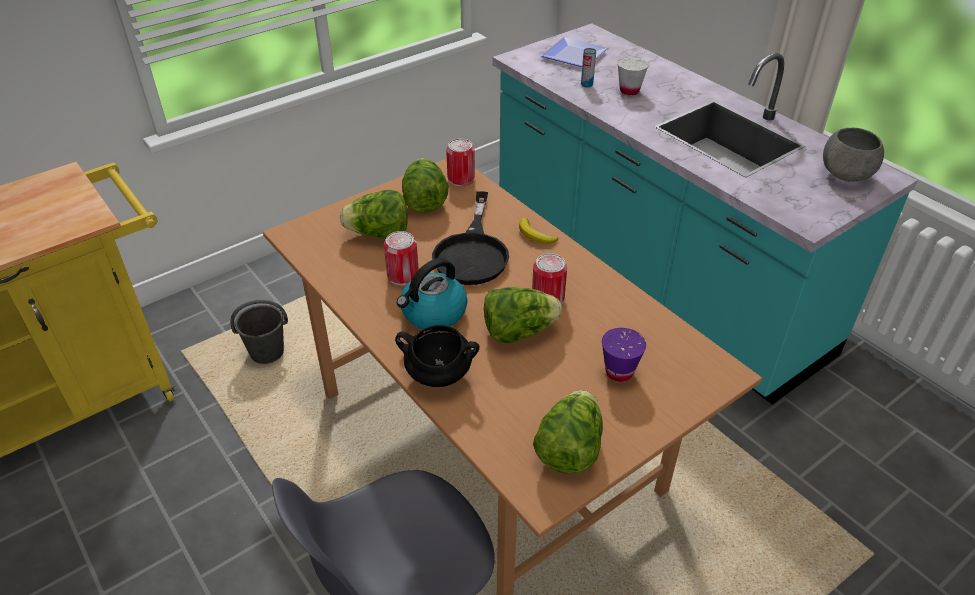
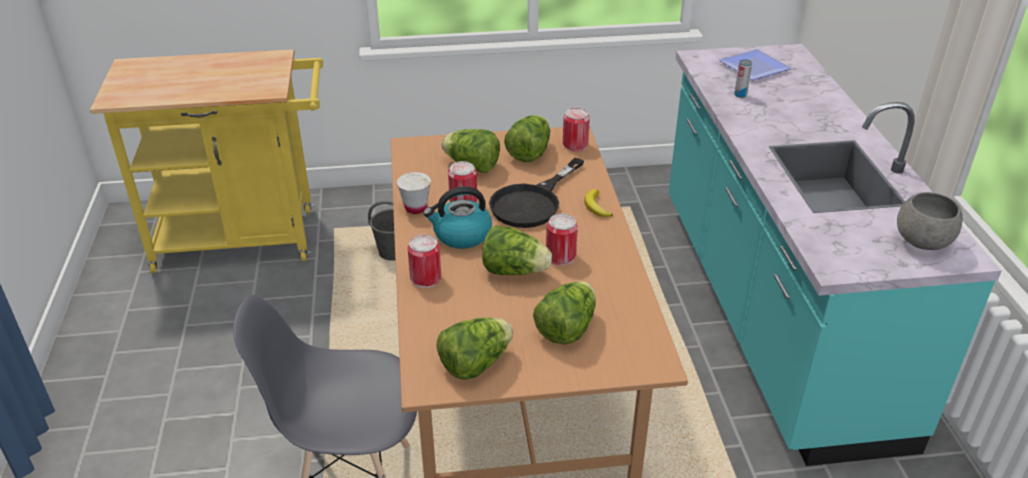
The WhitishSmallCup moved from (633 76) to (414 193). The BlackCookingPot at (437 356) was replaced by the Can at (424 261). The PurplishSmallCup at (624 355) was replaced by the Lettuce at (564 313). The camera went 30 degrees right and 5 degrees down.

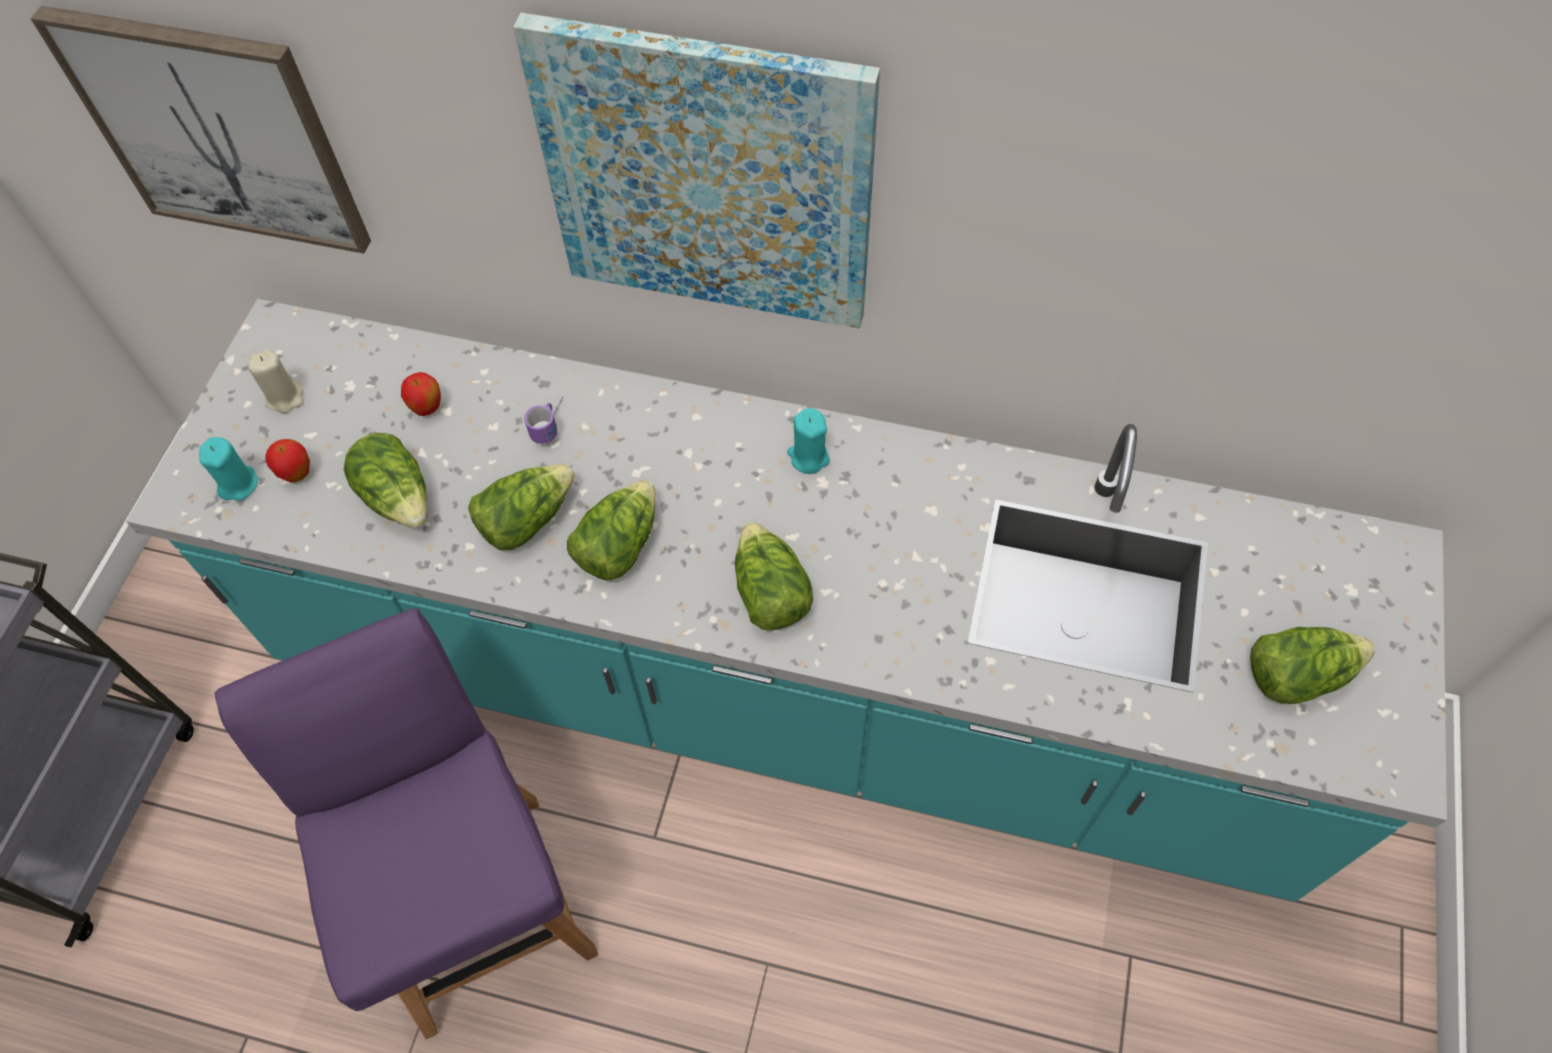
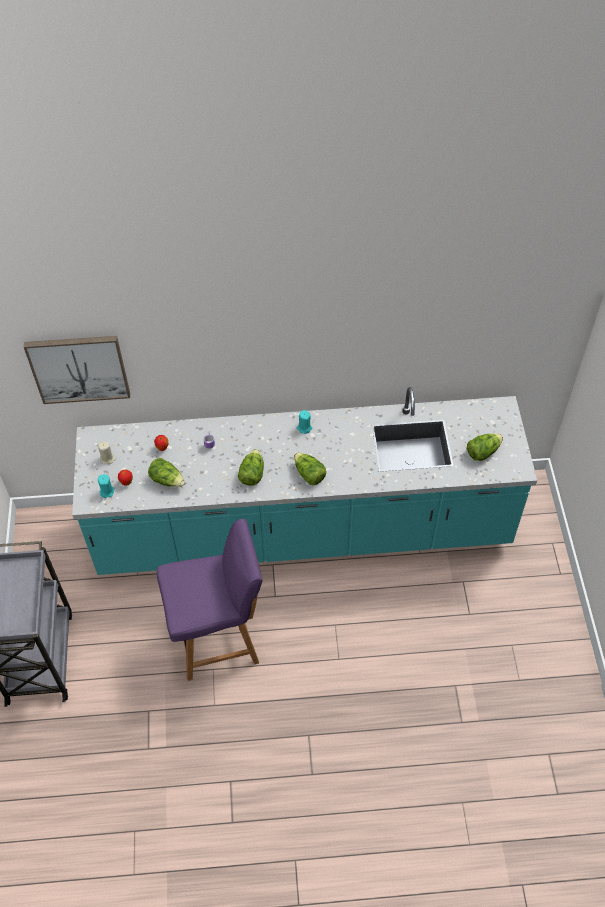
The Lettuce at (521 507) disappeared. The WallPicture at (696 170) disappeared. The PurplishChair at (406 823) turned 120 degrees clockwise. The camera went 20 degrees left and 5 degrees down.

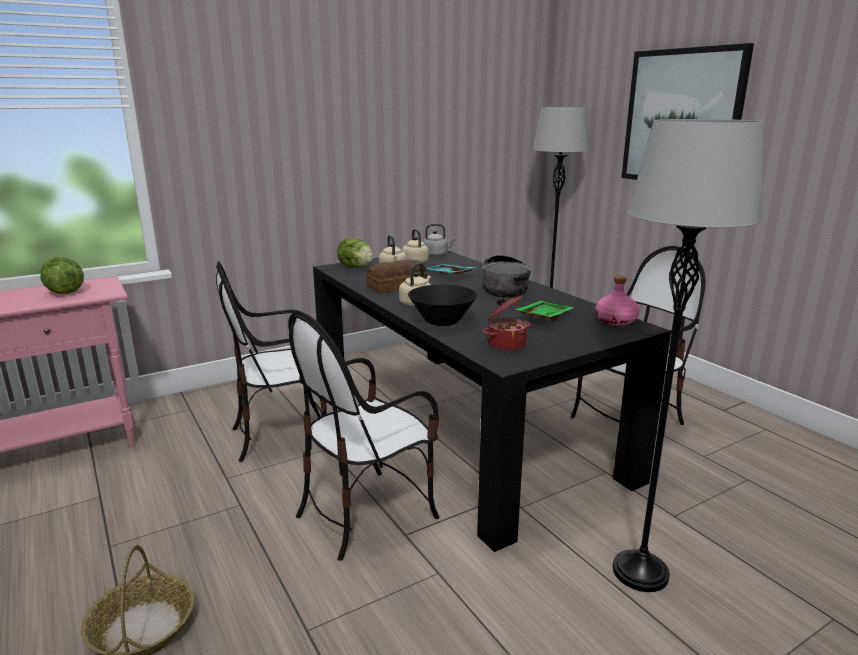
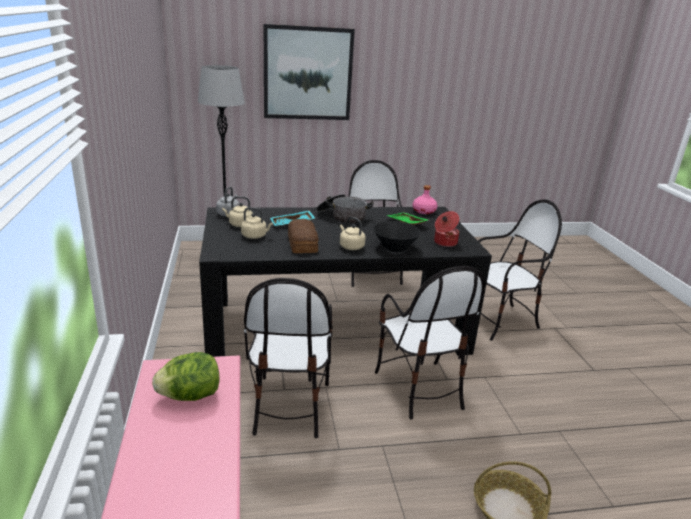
The Lettuce at (355 253) disappeared. The GreyStandingLamp at (688 355) was replaced by the Chair at (520 270). The camera went 70 degrees left and 5 degrees up.

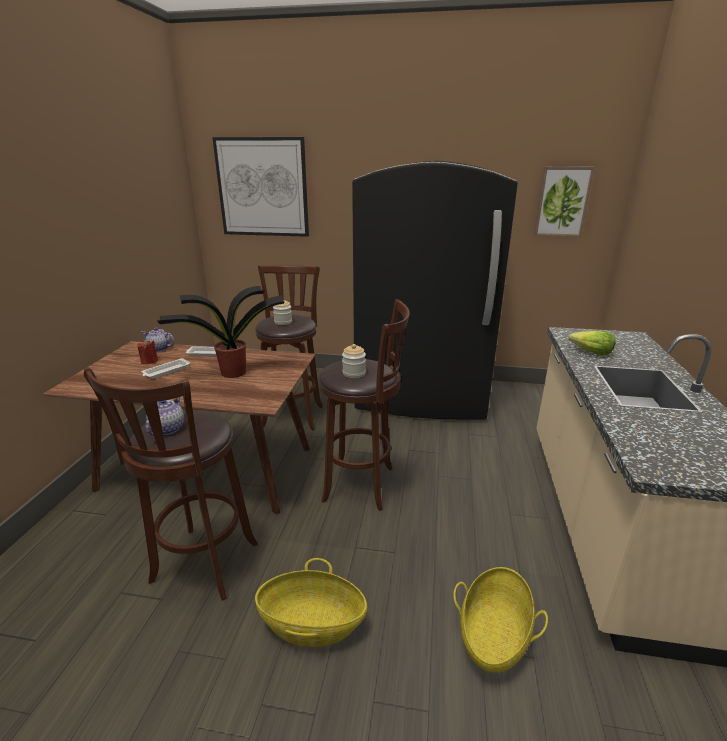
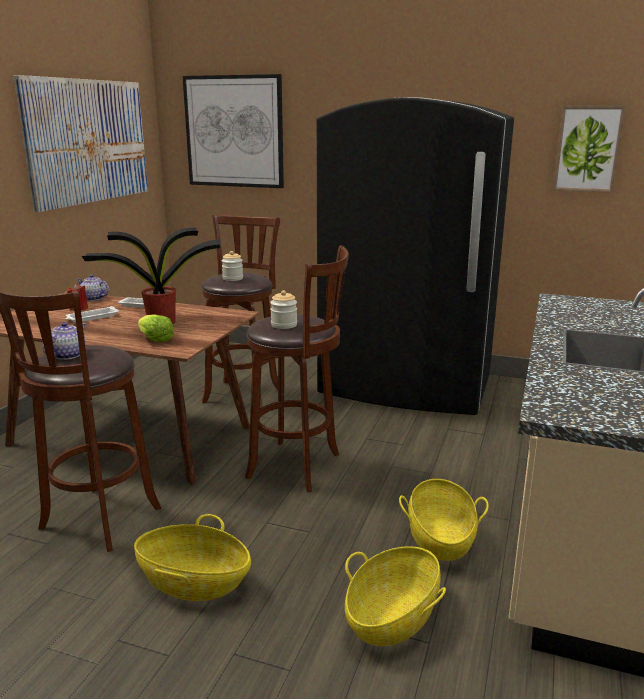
The WallPicture at (80 143) appeared. The StorageBasket at (444 520) appeared. The Lettuce moved from (592 343) to (156 328). The camera went 10 degrees right and 5 degrees down.

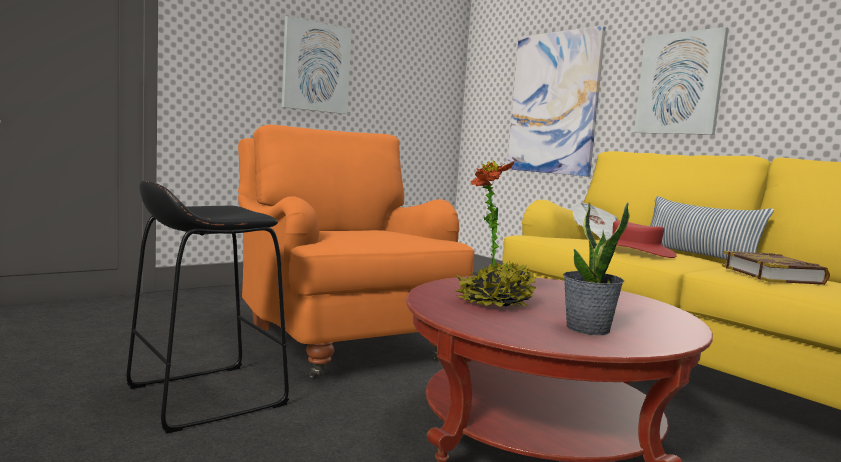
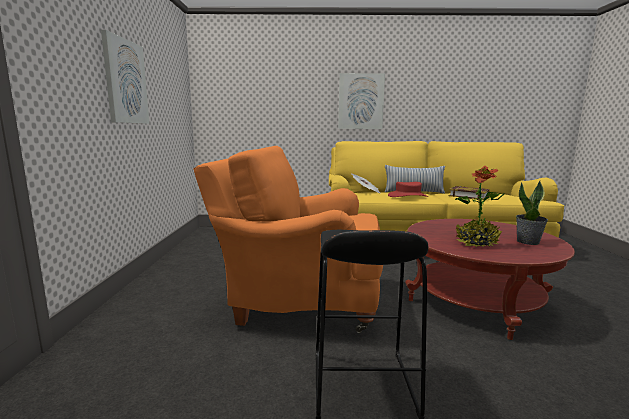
The WallPicture at (557 101) disappeared. The camera went 50 degrees left and 5 degrees up.

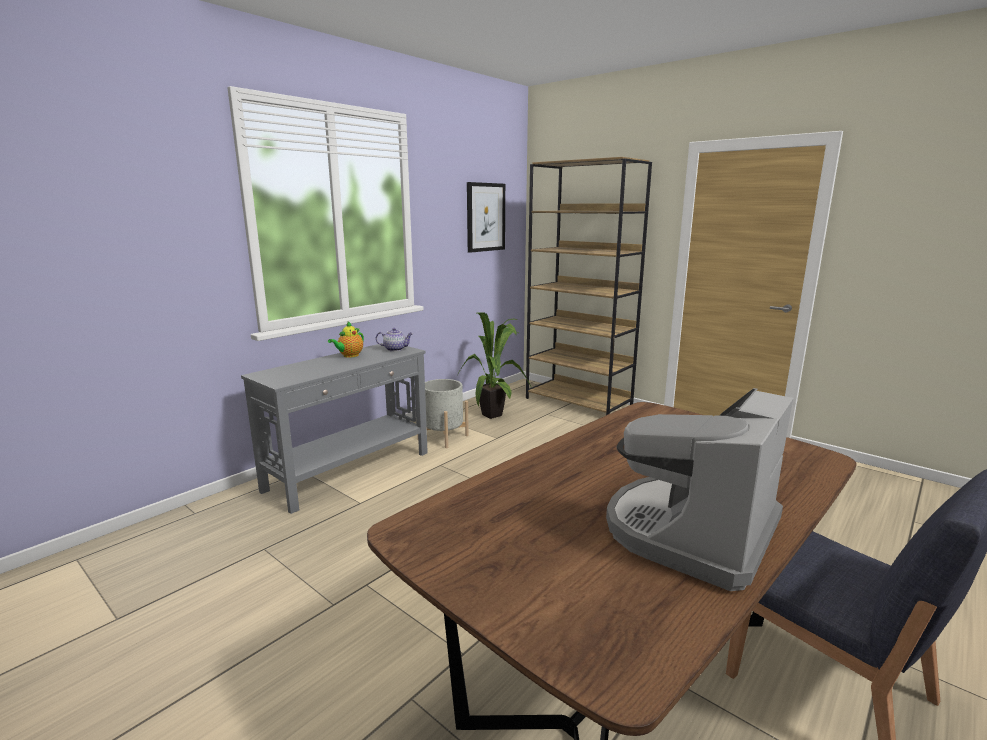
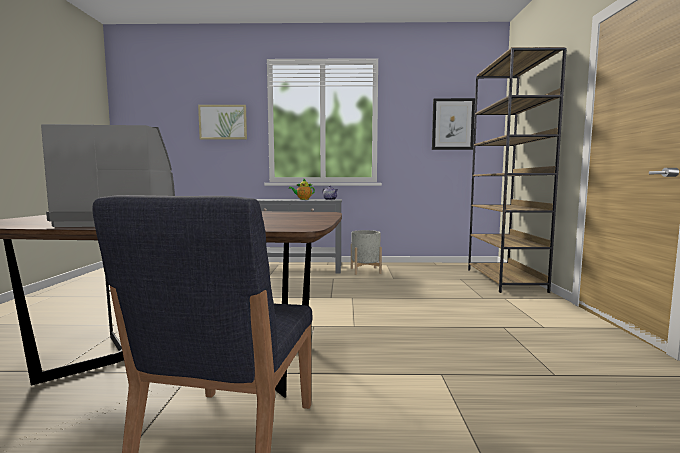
The Houseplant at (495 365) disappeared. The WallPicture at (222 122) appeared. The camera went 50 degrees right and 10 degrees down.

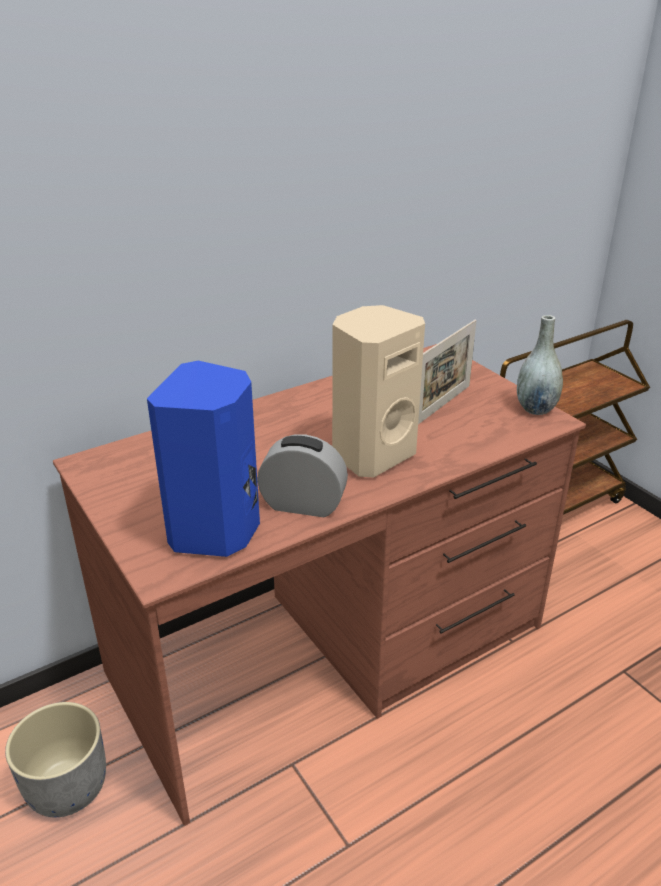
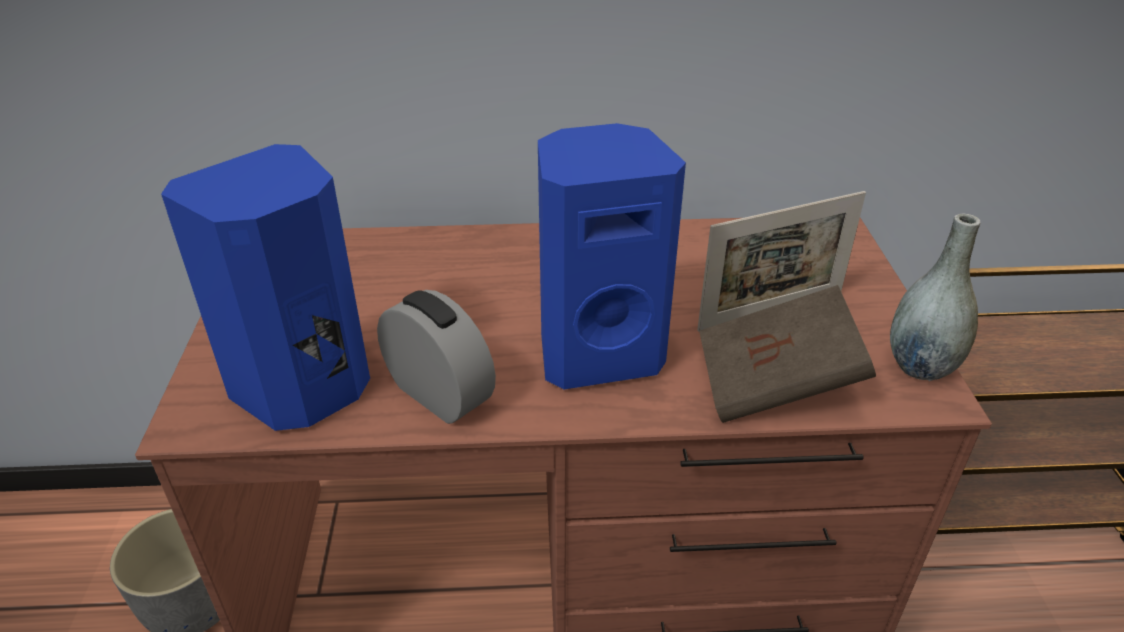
The BrownishBoundBook at (787 354) appeared. The SandColouredSpeaker at (378 391) became the BlueSpeaker at (612 256). The camera went 30 degrees right and 5 degrees up.

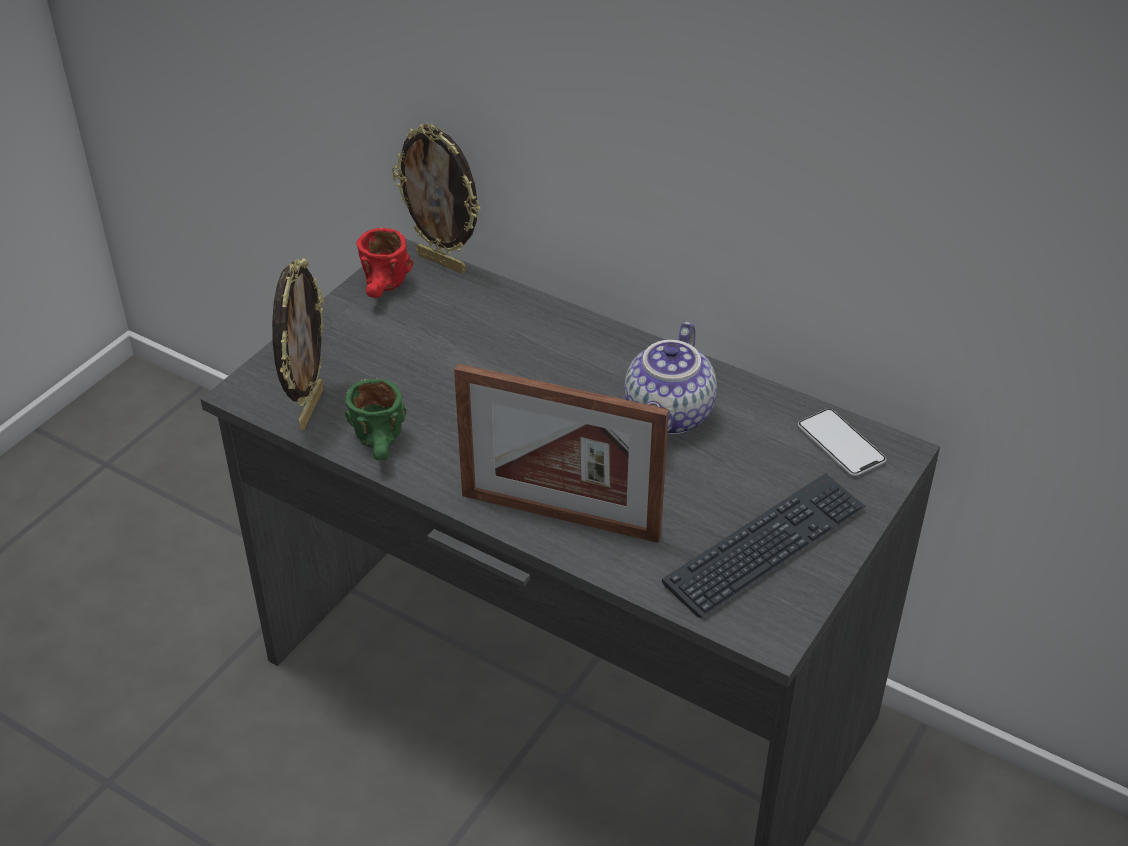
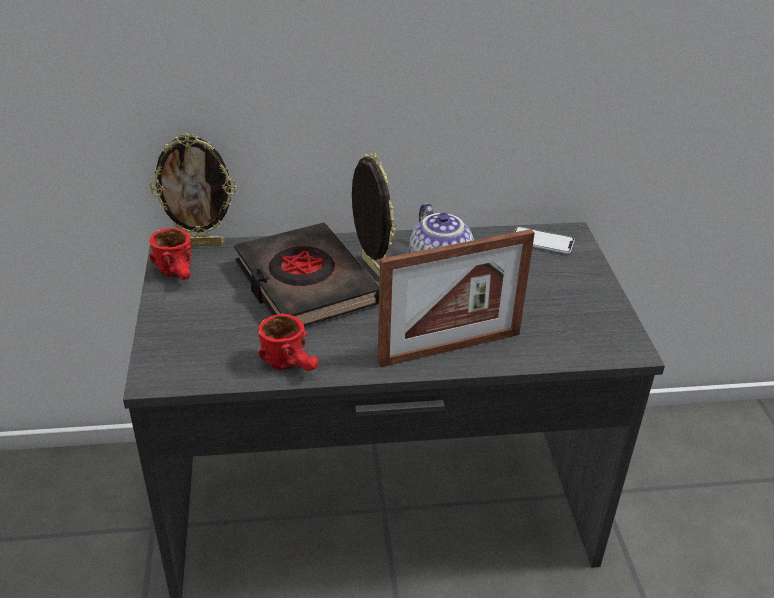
The Keyboard at (764 545) disappeared. The BlackBoundBook at (306 274) appeared. The StandingFrame moved from (298 343) to (374 215). The GreenCoffeeMug at (376 419) became the ReddishCoffeeMug at (288 342). The camera went 40 degrees left and 5 degrees down.

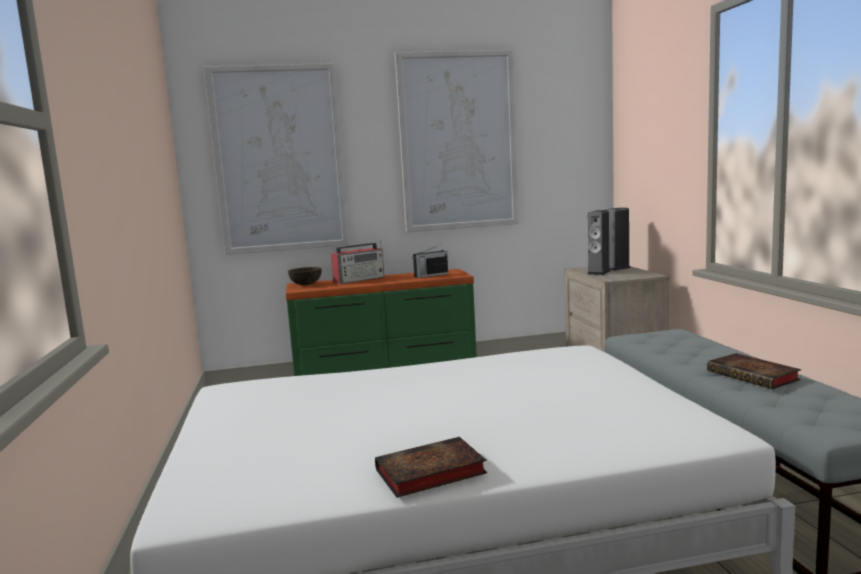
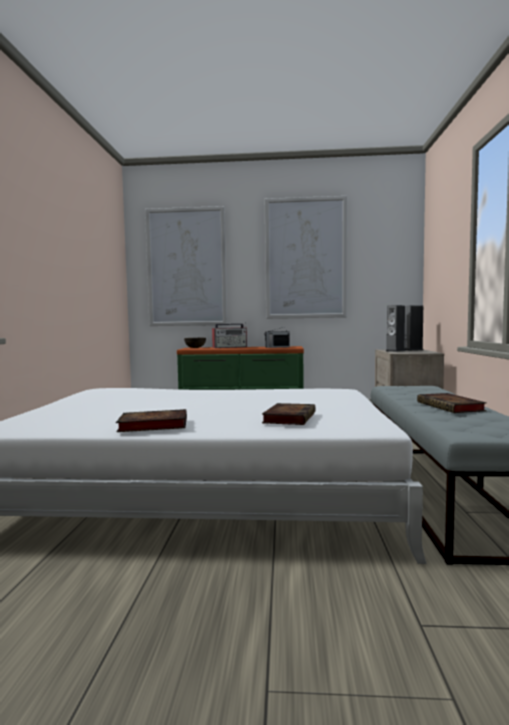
The BoundBook at (289 414) appeared. The camera went 15 degrees right and 5 degrees down.

